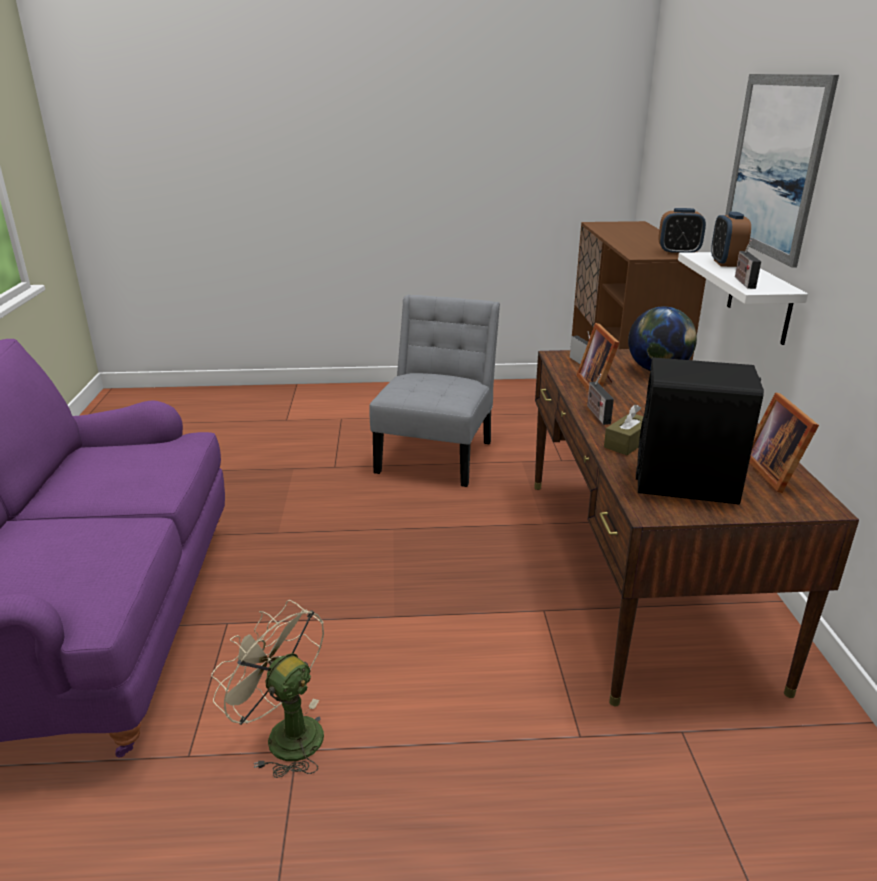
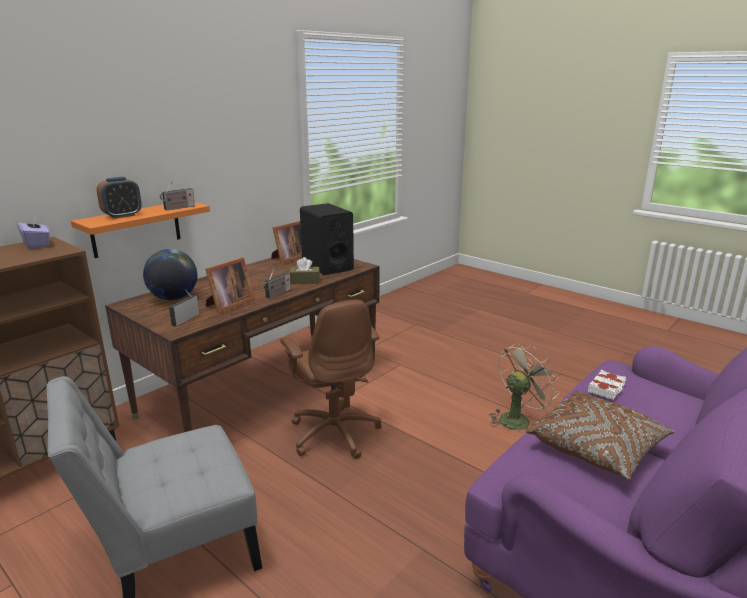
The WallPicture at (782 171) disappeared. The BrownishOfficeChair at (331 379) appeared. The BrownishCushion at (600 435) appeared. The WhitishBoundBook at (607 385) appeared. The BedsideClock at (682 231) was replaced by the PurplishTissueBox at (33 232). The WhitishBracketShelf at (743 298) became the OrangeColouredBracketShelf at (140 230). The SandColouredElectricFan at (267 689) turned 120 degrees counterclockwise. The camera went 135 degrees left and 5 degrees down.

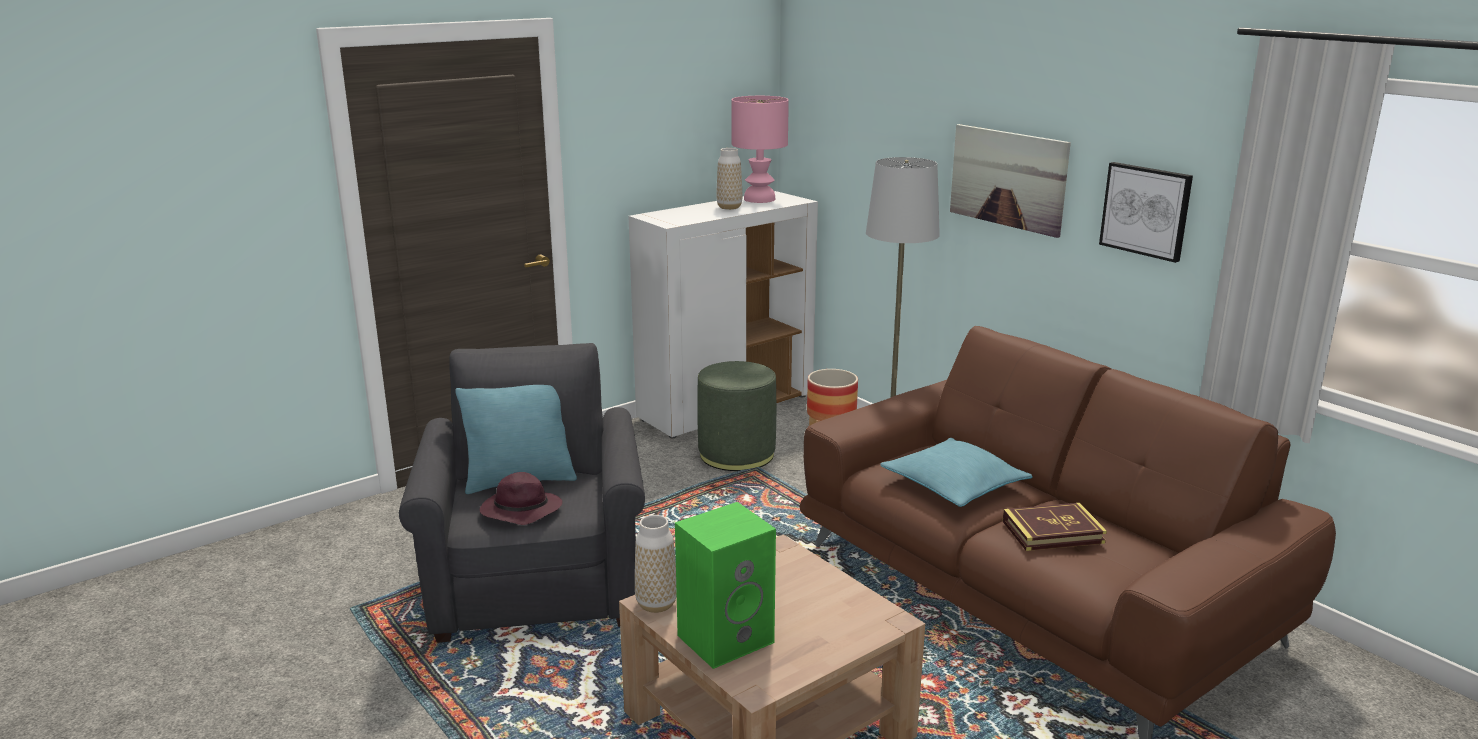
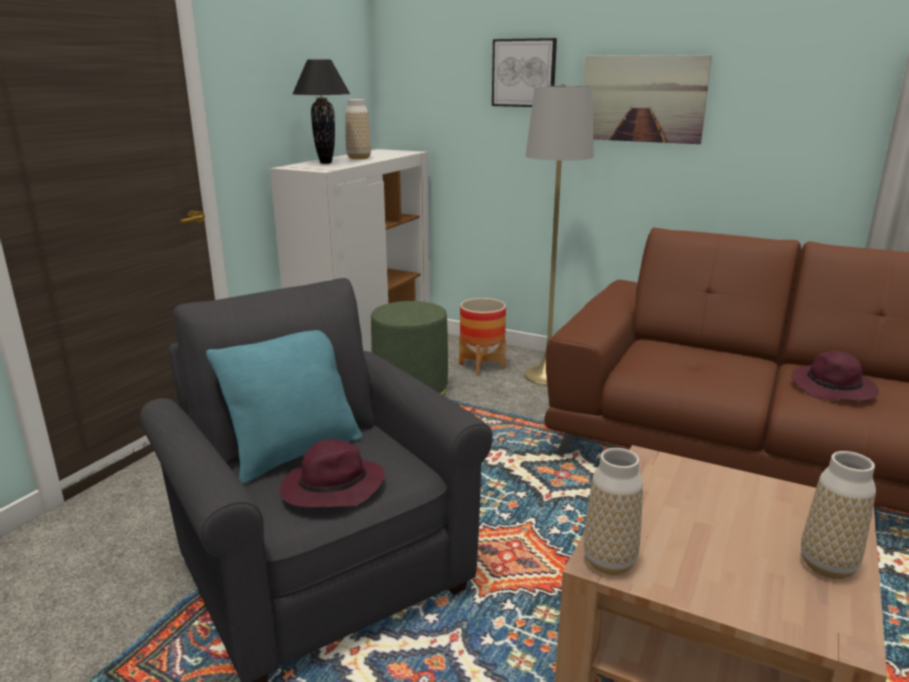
The GreenSpeaker at (725 585) disappeared. The PinkLampForATable at (760 149) disappeared. The BlueGreenCushion at (956 472) disappeared. The BlackLampForATable at (321 112) appeared. The FlowerVase at (838 515) appeared. The WallPicture moved from (1146 212) to (524 72). The BoundBook at (1054 527) was replaced by the PurplishHat at (835 376). The camera went 25 degrees left and 0 degrees up.

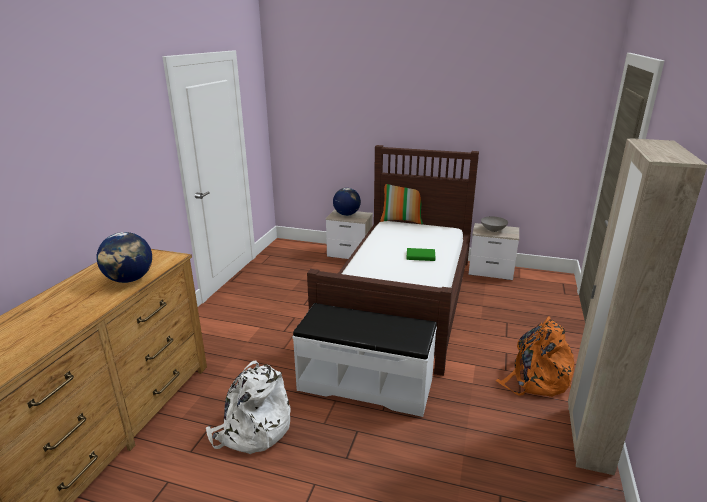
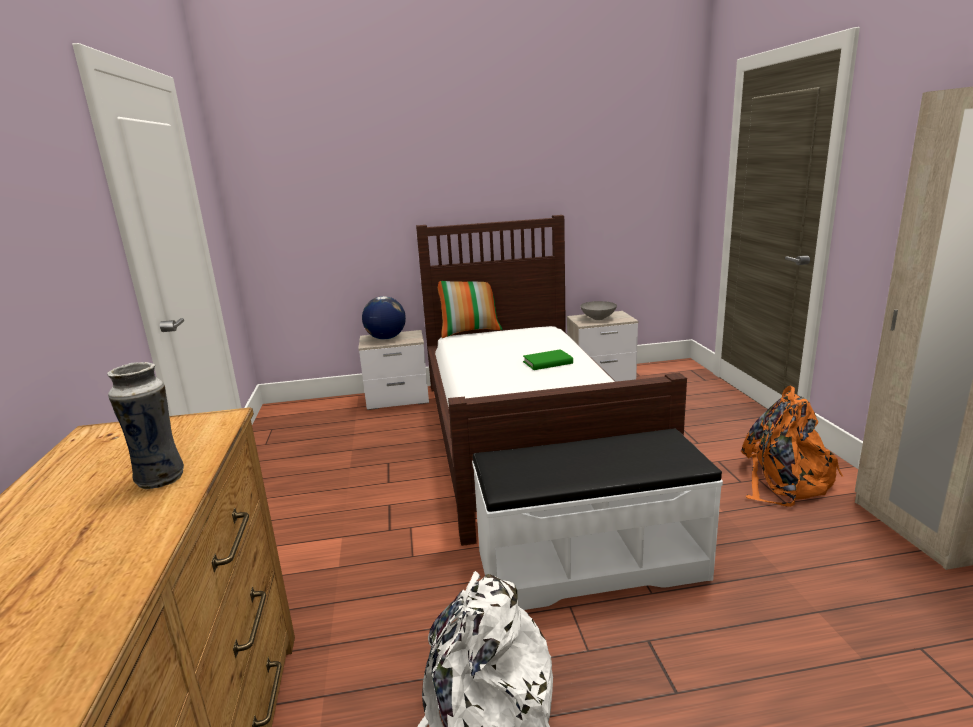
The Globe at (124 257) was replaced by the FlowerVase at (145 425). The camera went 25 degrees left and 5 degrees down.

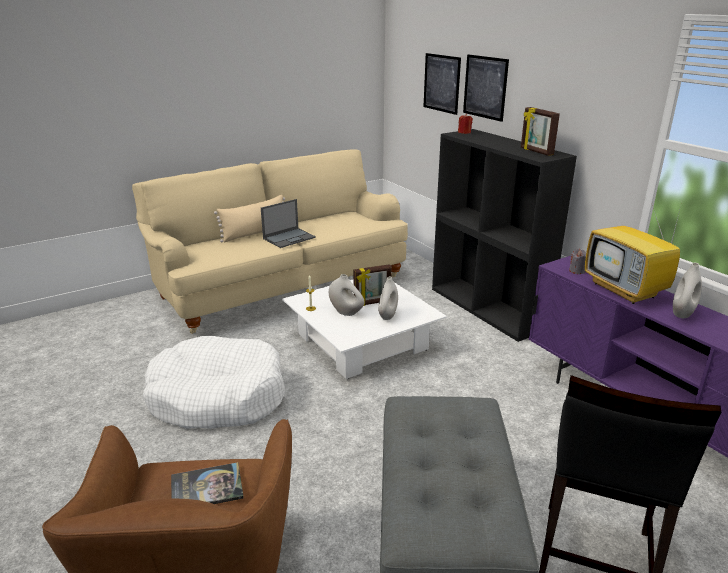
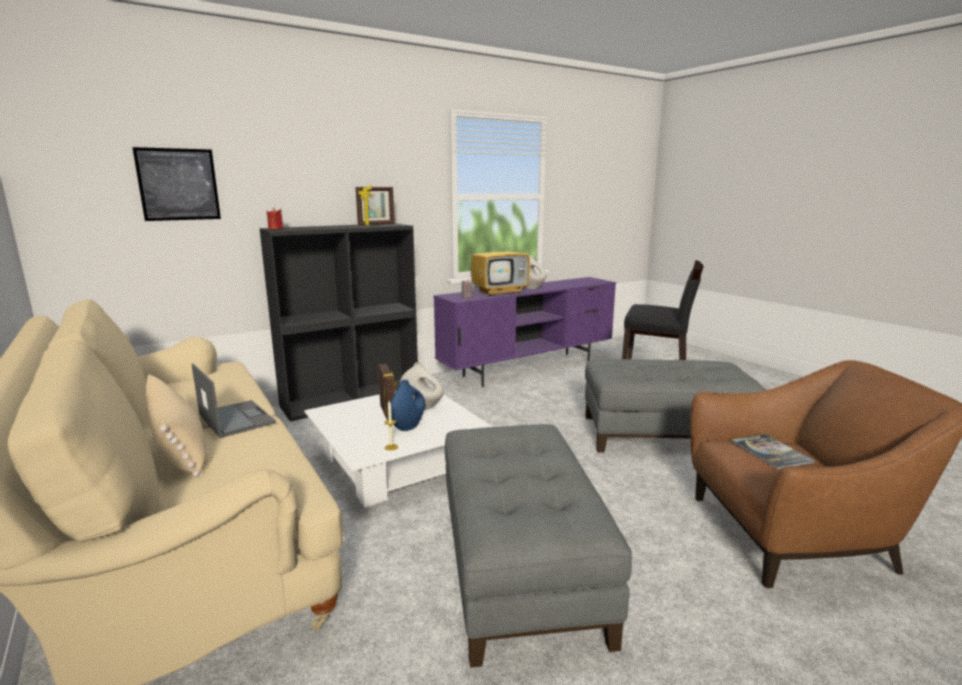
The WallPicture at (486 88) disappeared. The WhitishPetBed at (214 382) was replaced by the GreyPouffe at (538 546). The WhitishFlowerVase at (347 295) became the BlueFlowerVase at (408 405). The camera went 90 degrees left and 10 degrees down.

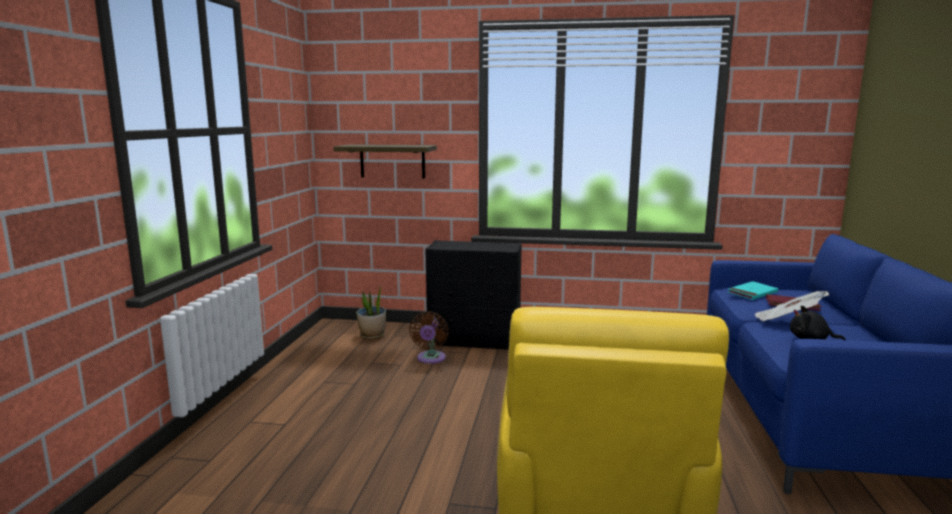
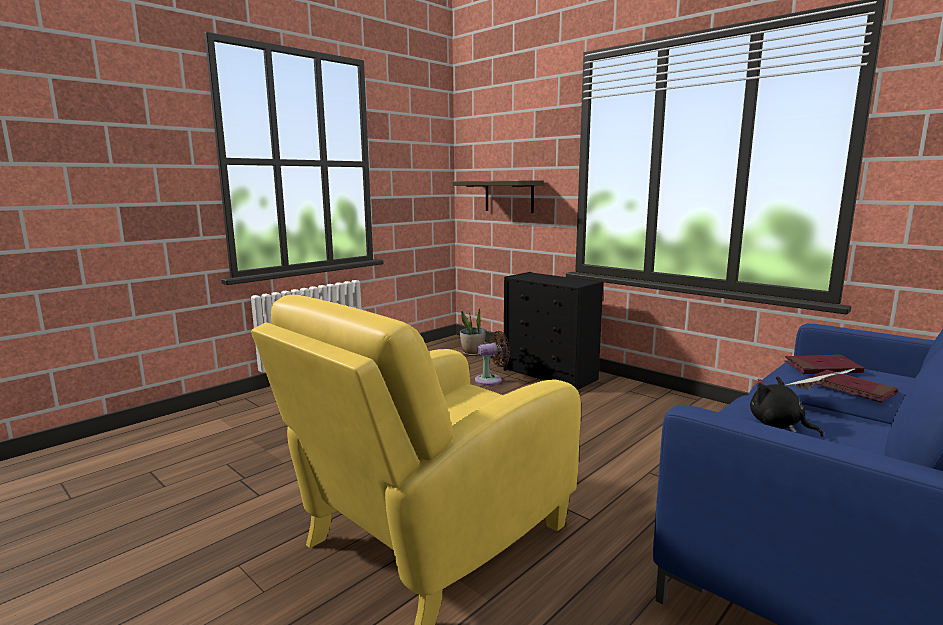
The BlueGreenBoundBook at (753 290) became the ReddishBoundBook at (824 364). The BrownishElectricFan at (428 338) turned 150 degrees counterclockwise. The camera went 35 degrees right and 0 degrees up.

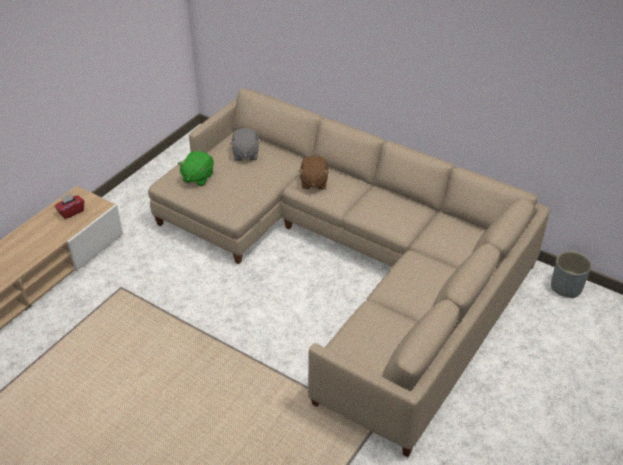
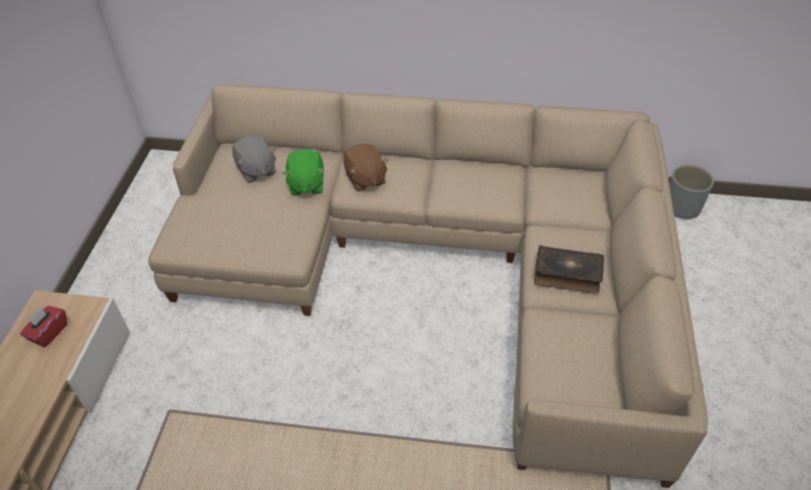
The BoundBook at (569 269) appeared. The GreenPlushToy moved from (196 168) to (303 172). The camera went 25 degrees left and 5 degrees up.

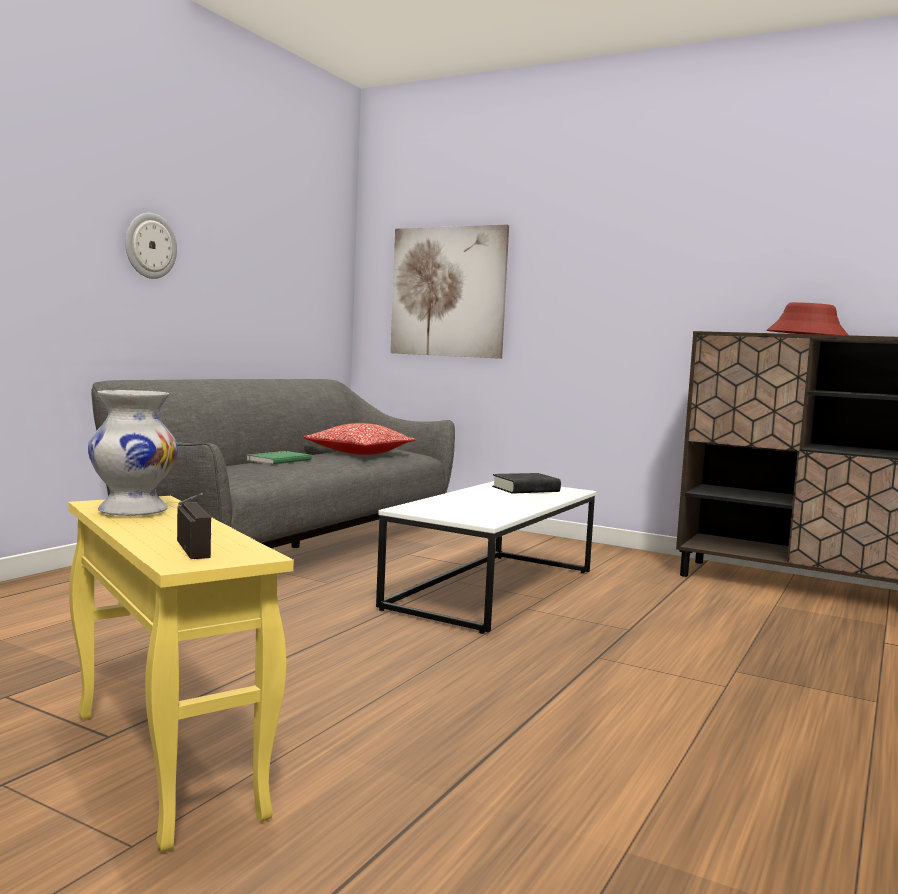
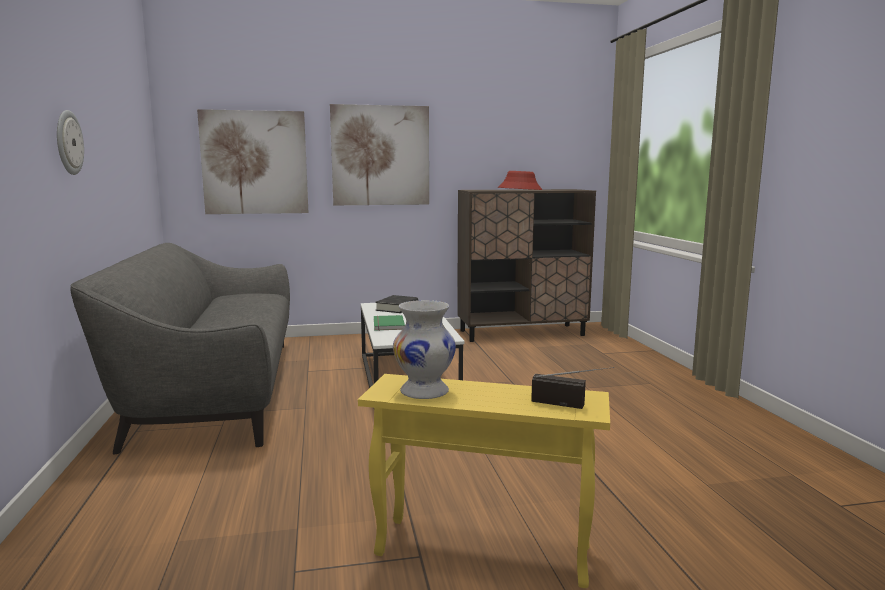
The Cushion at (359 439) disappeared. The WallPicture at (379 154) appeared. The GreenBoundBook moved from (279 458) to (389 323). The camera went 40 degrees left and 5 degrees up.

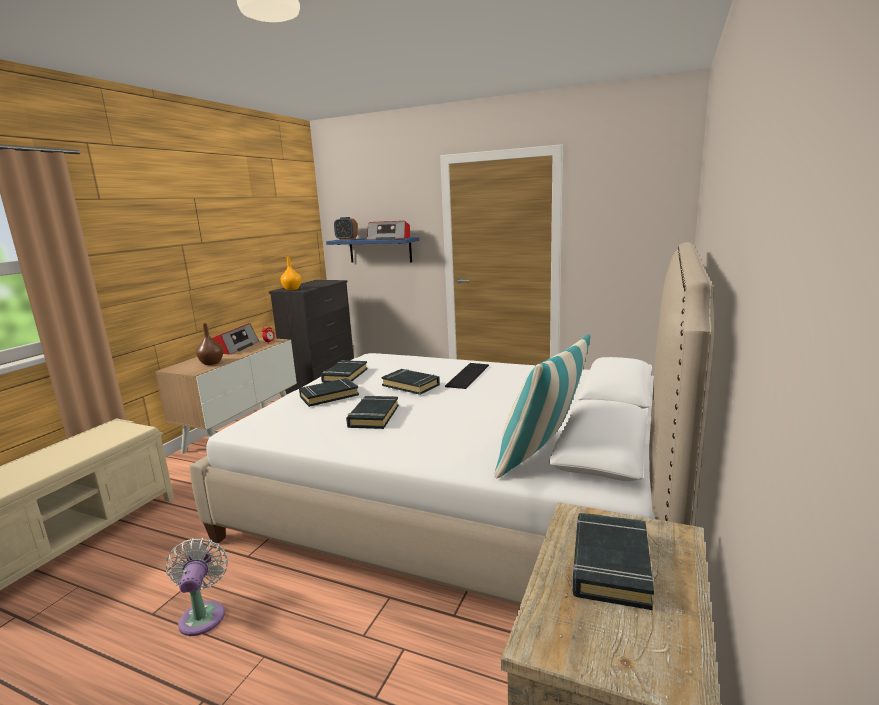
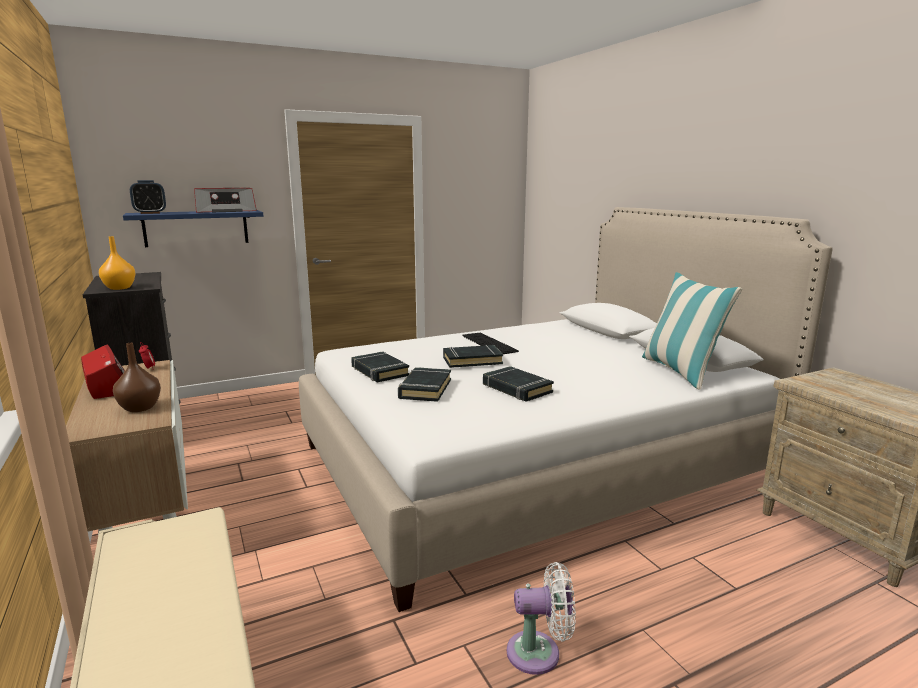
The BlackBoundBook at (613 561) disappeared. The WhitishElectricFan at (197 587) turned 150 degrees clockwise. The camera went 50 degrees left and 0 degrees up.

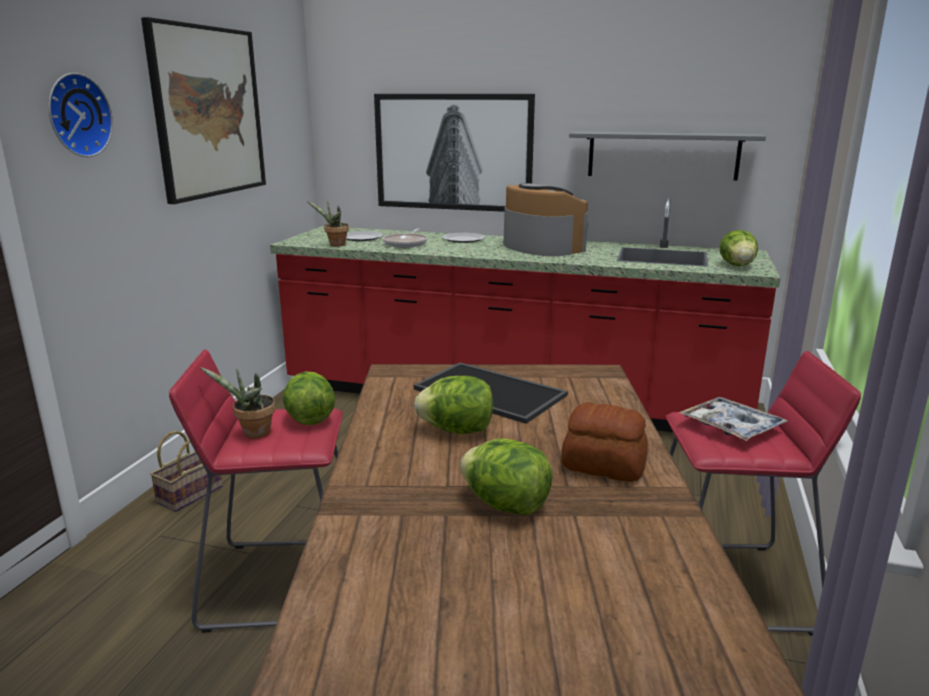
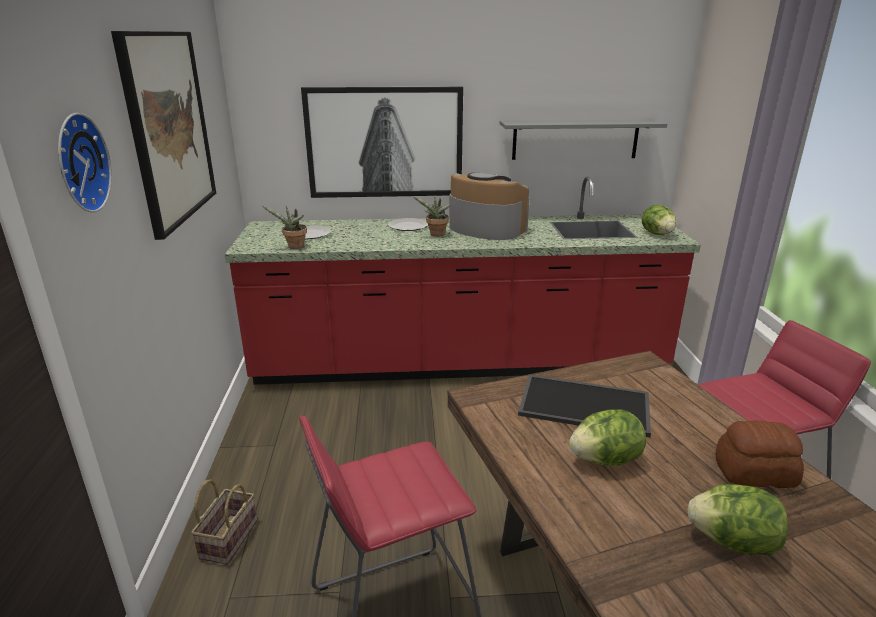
The Lettuce at (309 398) disappeared. The FryingPan at (405 238) disappeared. The CarryingTray at (733 419) disappeared. The Houseplant moved from (237 403) to (433 216). The camera went 20 degrees left and 5 degrees up.

